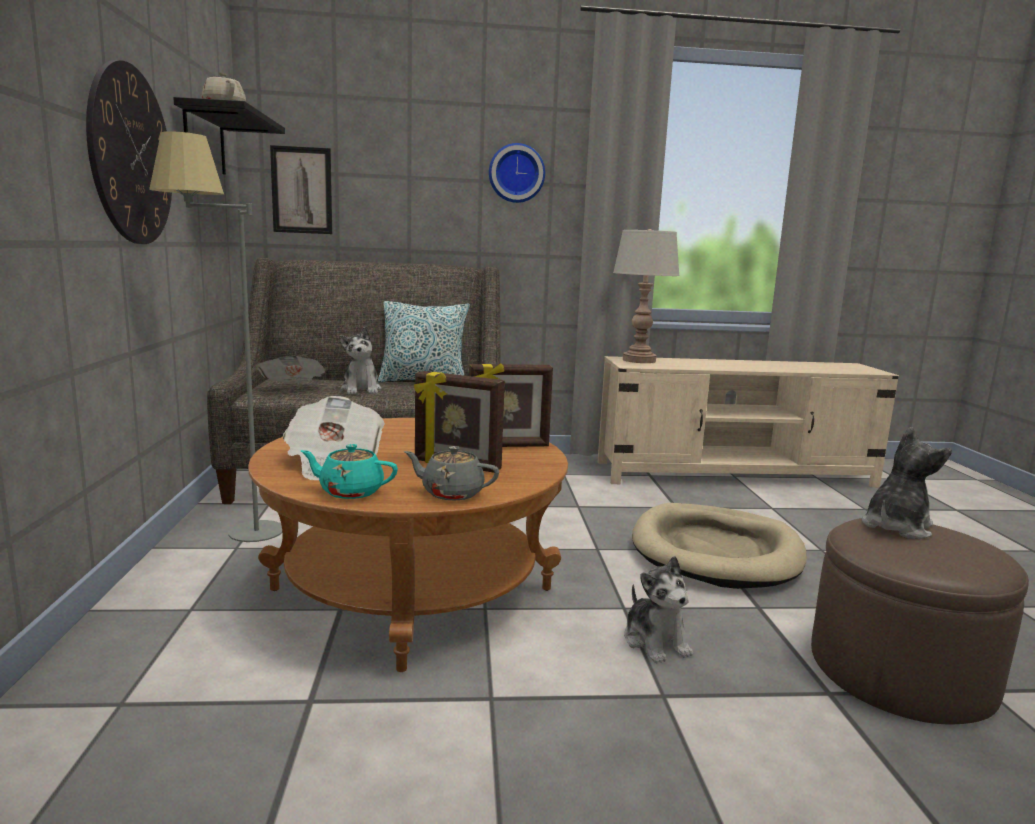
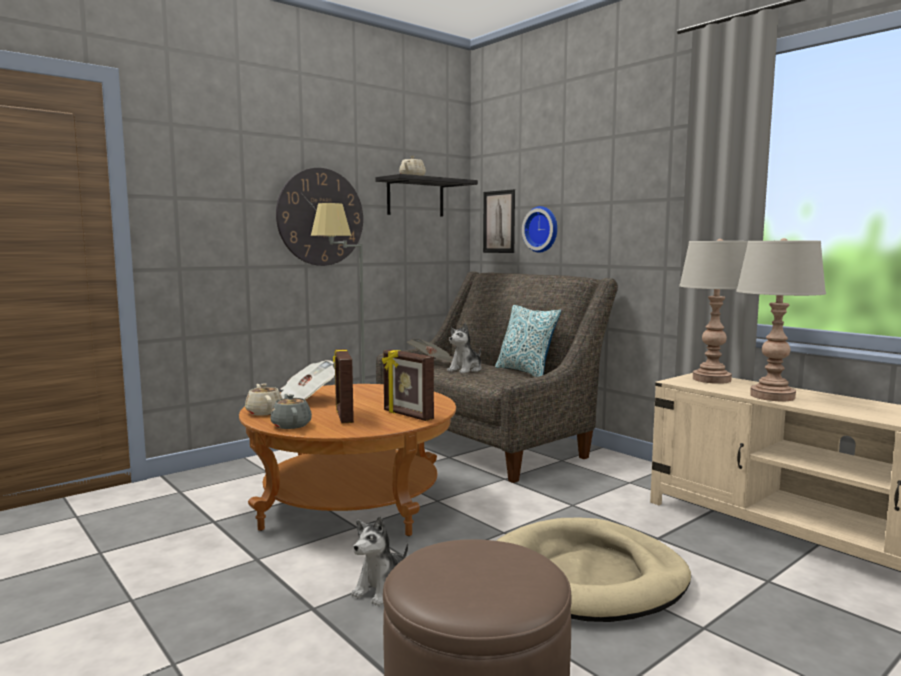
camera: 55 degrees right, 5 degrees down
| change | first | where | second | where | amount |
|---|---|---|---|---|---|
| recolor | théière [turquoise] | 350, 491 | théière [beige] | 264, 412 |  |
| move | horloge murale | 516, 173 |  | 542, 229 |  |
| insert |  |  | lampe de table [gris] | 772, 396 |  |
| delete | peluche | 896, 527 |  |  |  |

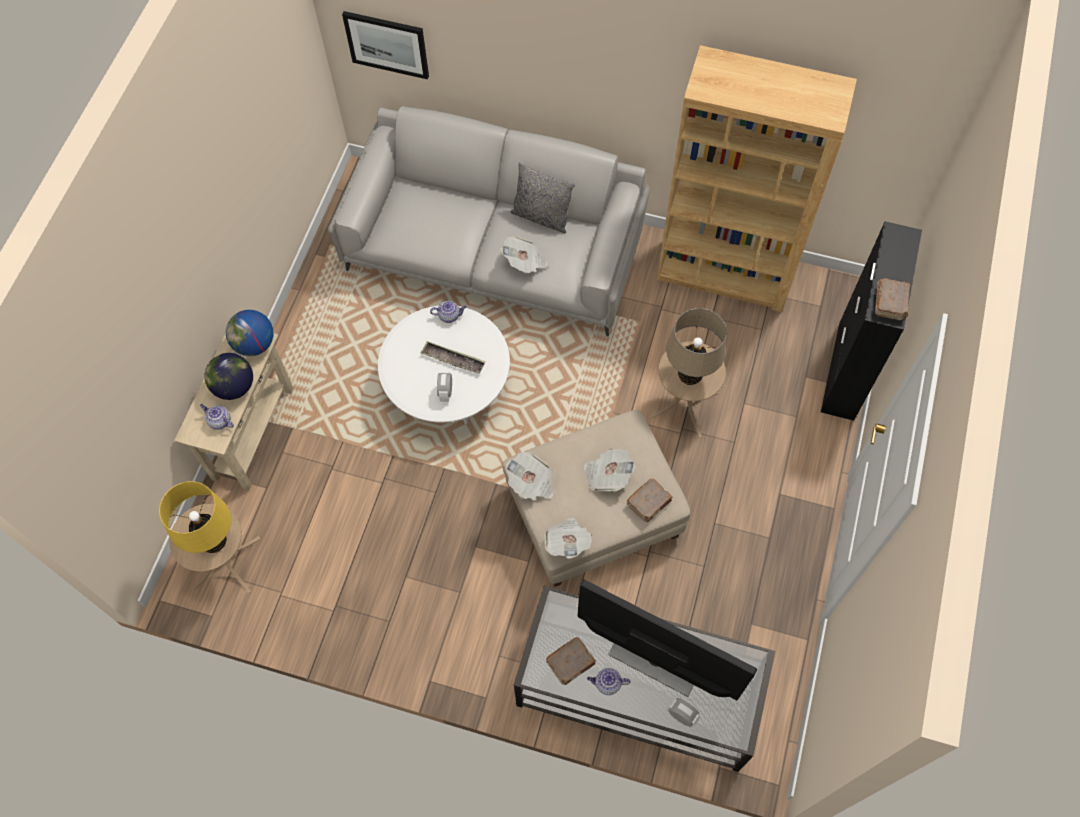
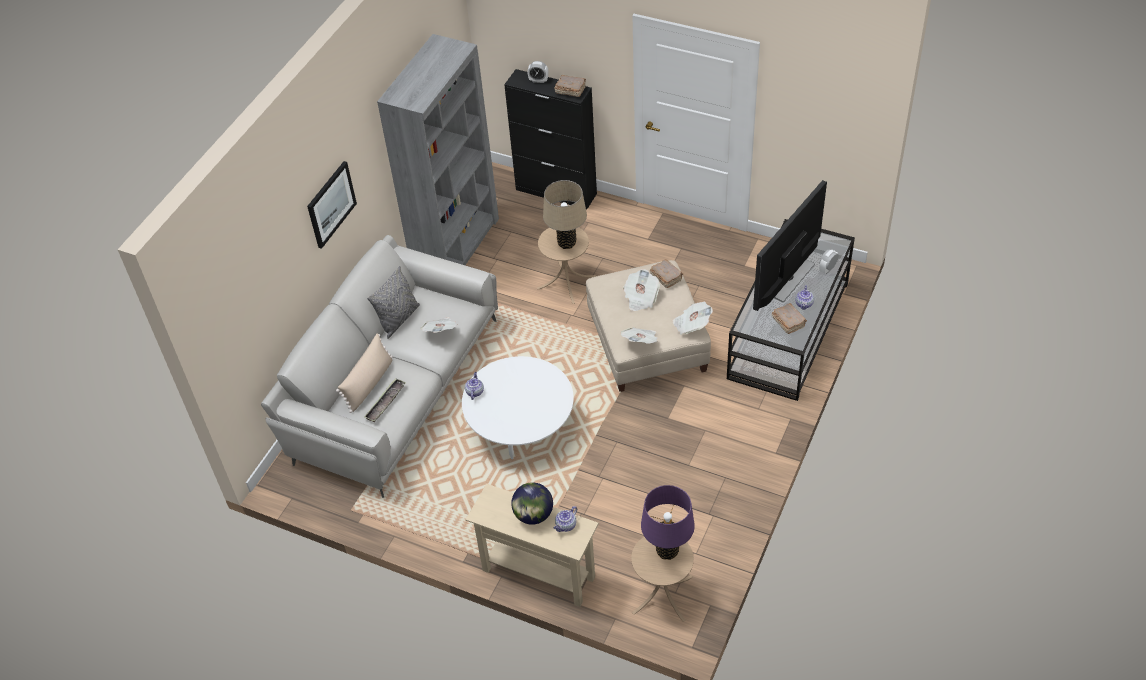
camera: 80 degrees left, 15 degrees down
| change | first | where | second | where | amount |
|---|---|---|---|---|---|
| move | tableau | 387, 44 |  | 331, 204 |  |
| insert |  |  | coussin [beige] | 369, 383 |  |
| move | plateau | 453, 359 |  | 385, 402 |  |
| recolor | bibliothèque [marron] | 725, 273 | bibliothèque [gris] | 456, 246 |  |
| move | réveil | 446, 392 |  | 538, 80 |  |
| recolor | lampe de table [jaune] | 214, 541 | lampe de table [violet] | 667, 551 |  |
| delete | globe | 255, 344 |  |  |  |

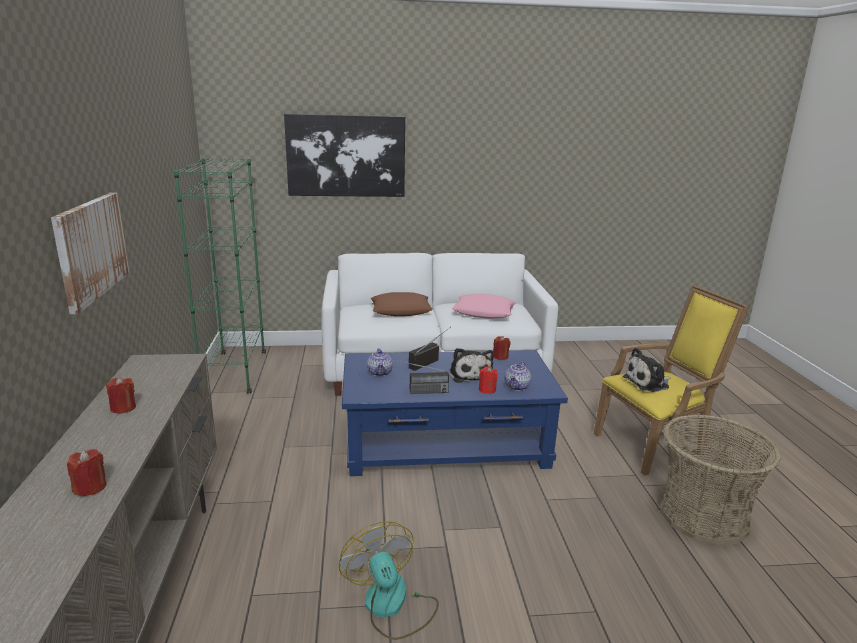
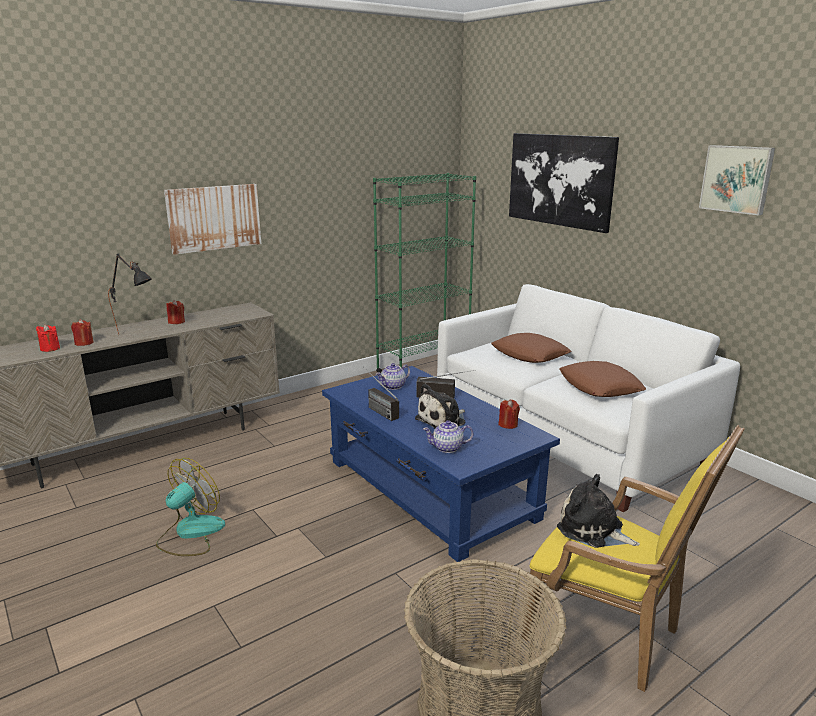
camera: 60 degrees right, 0 degrees up
| change | first | where | second | where | amount |
|---|---|---|---|---|---|
| move | bougie [rouge] | 487, 389 |  | 50, 348 |  |
| insert |  |  | lampe de table [noir] | 137, 336 |  |
| recolor | coussin [rose] | 484, 312 | coussin [marron] | 600, 386 |  |
| insert |  |  | tableau | 737, 179 |  |

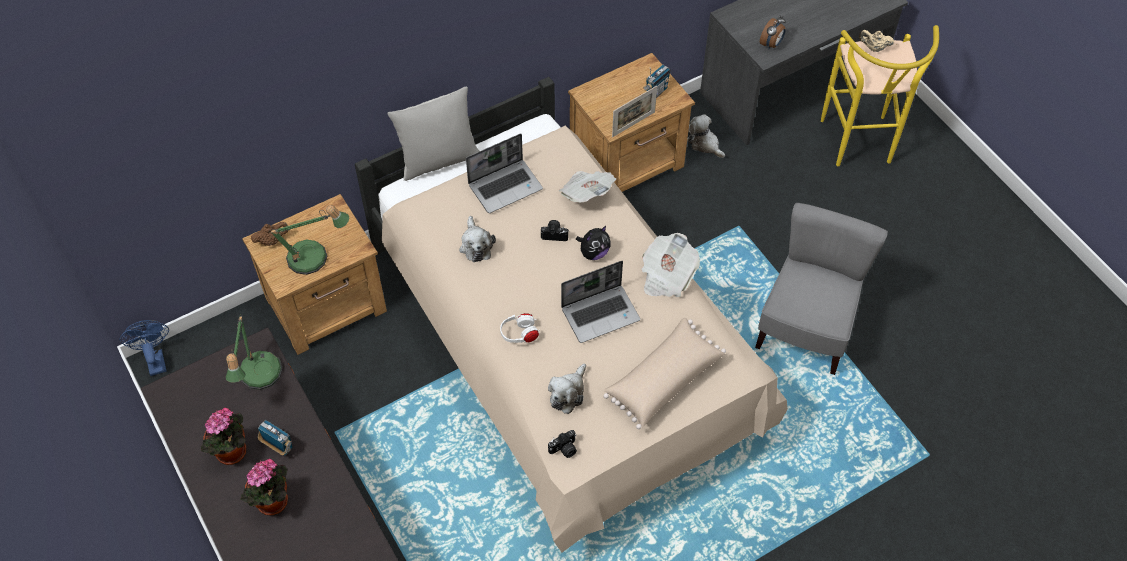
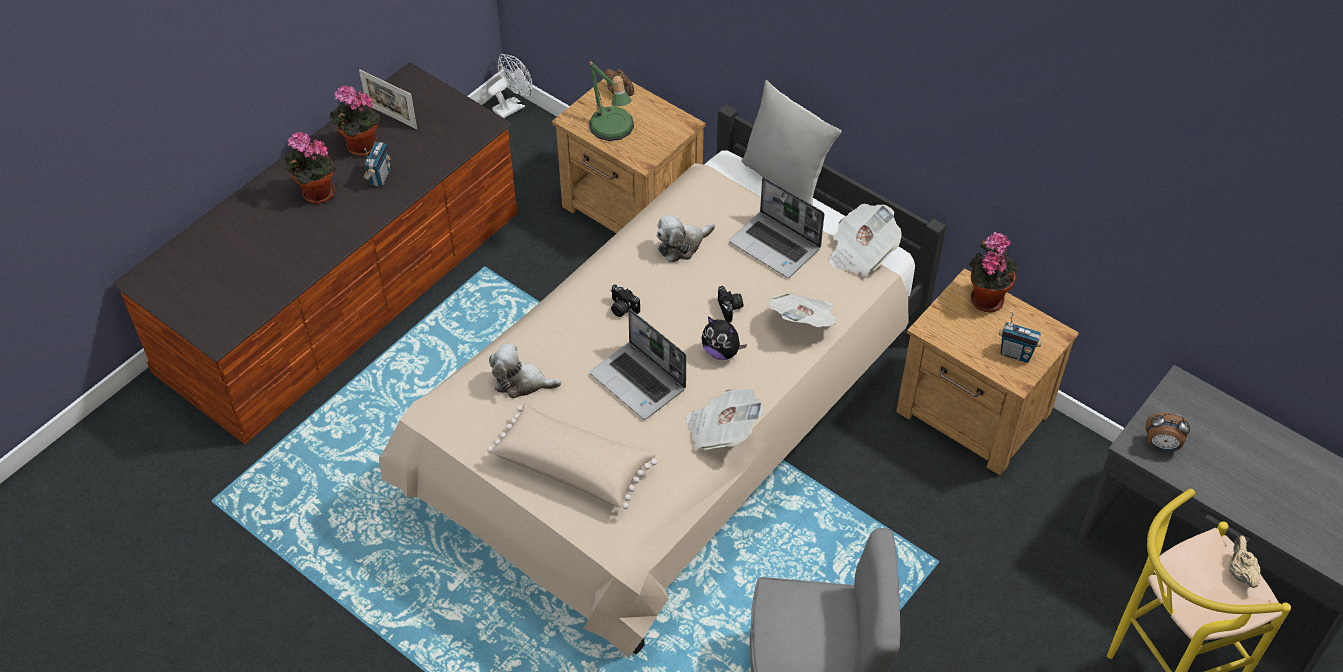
camera: 70 degrees right, 5 degrees down
| change | first | where | second | where | amount |
|---|---|---|---|---|---|
| move | cadre photo | 633, 124 |  | 391, 116 |  |
| recolor | ventilateur [bleu] | 155, 359 | ventilateur [blanc] | 512, 106 |  |
| move | appareil photo | 564, 449 |  | 622, 308 |  |
| insert |  |  | journal | 861, 252 |  |
| insert |  |  | plante en pot | 986, 297 |  |
| delete | lampe de table | 258, 378 |  |  |  |
| delete | casque audio [blanc] | 519, 334 |  |  |  |
| delete | peluche | 704, 144 |  |  |  |

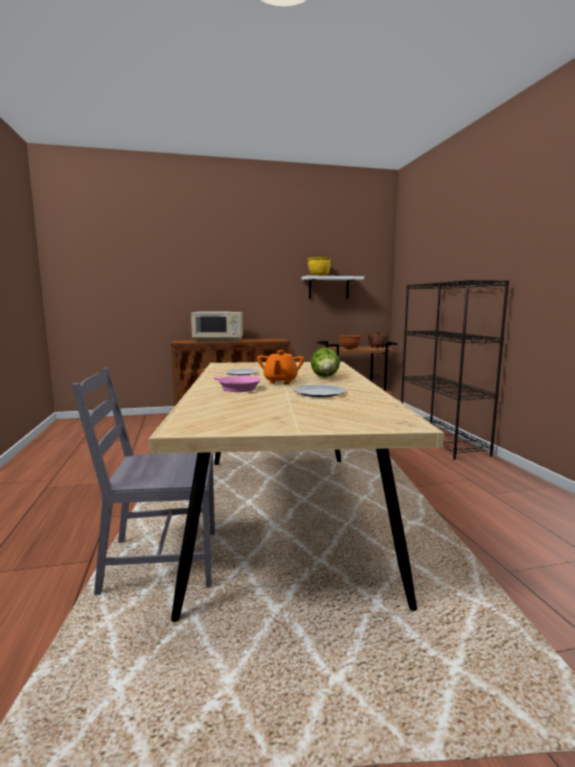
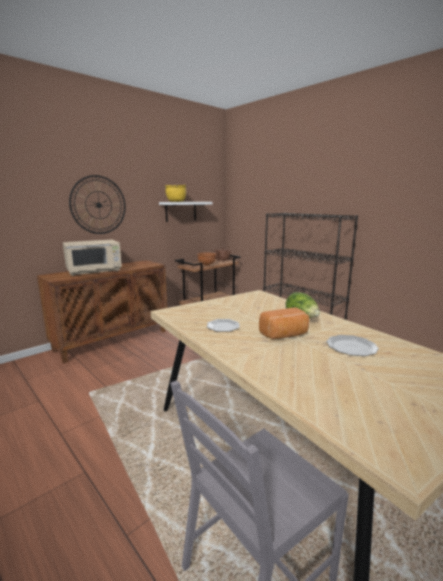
camera: 30 degrees left, 5 degrees up
| change | first | where | second | where | amount |
|---|---|---|---|---|---|
| insert |  |  | horloge murale | 98, 205 |  |
| replace | théière [orange] | 280, 382 | pain | 285, 335 |  |
| delete | poêle [rose] | 237, 388 |  |  |  |

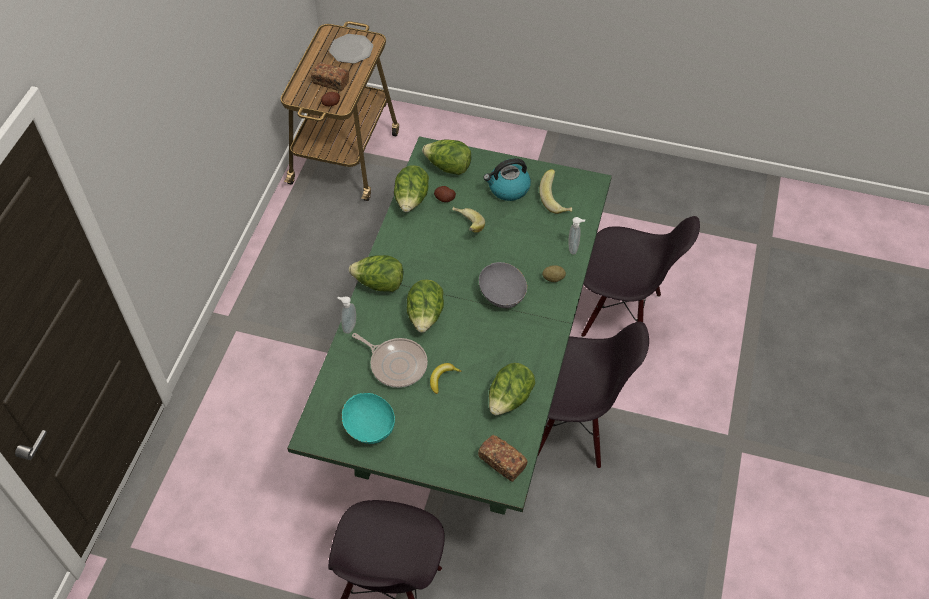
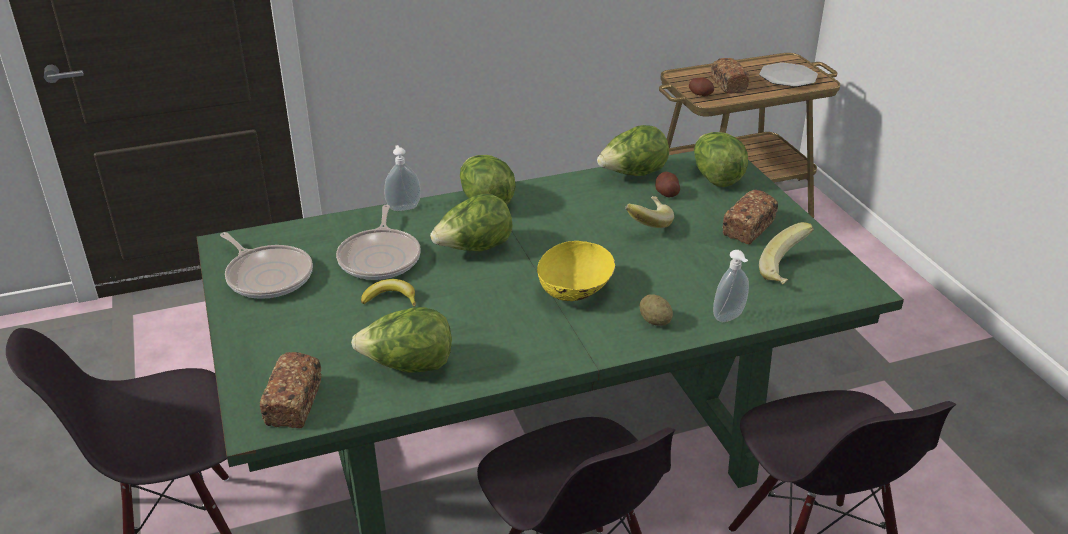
camera: 55 degrees right, 20 degrees down
| change | first | where | second | where | amount |
|---|---|---|---|---|---|
| replace | bol [turquoise] | 369, 427 | poêle | 268, 276 |  |
| recolor | bol [gris] | 502, 295 | bol [jaune] | 575, 291 |  |
| replace | bouilloire | 508, 188 | pain | 748, 228 |  |

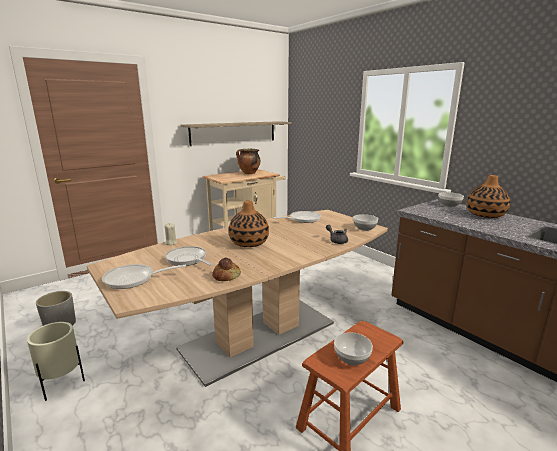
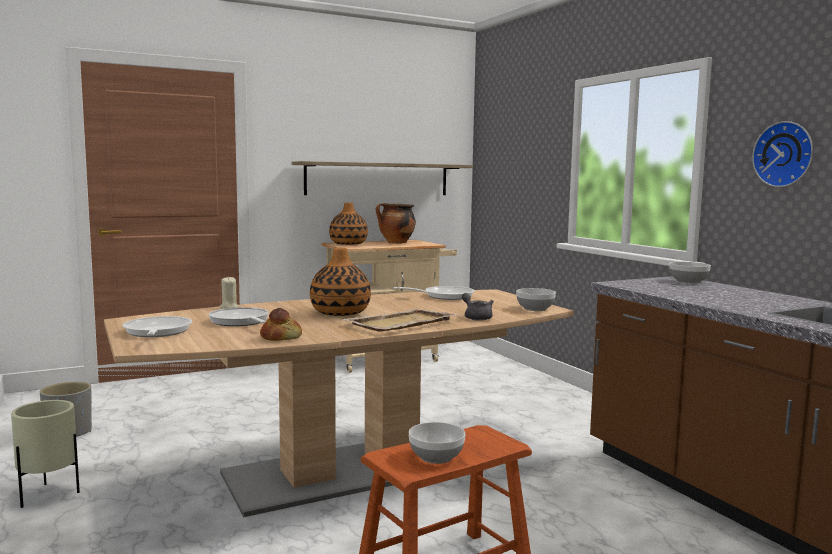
camera: 10 degrees right, 10 degrees down
| change | first | where | second | where | amount |
|---|---|---|---|---|---|
| rotate | poêle | 134, 279 |  | 156, 332 | 75 degrees clockwise |
| move | vase | 485, 215 |  | 348, 244 |  |
| insert |  |  | plateau [beige] | 400, 323 |  |
| insert |  |  | horloge murale | 785, 154 |  |

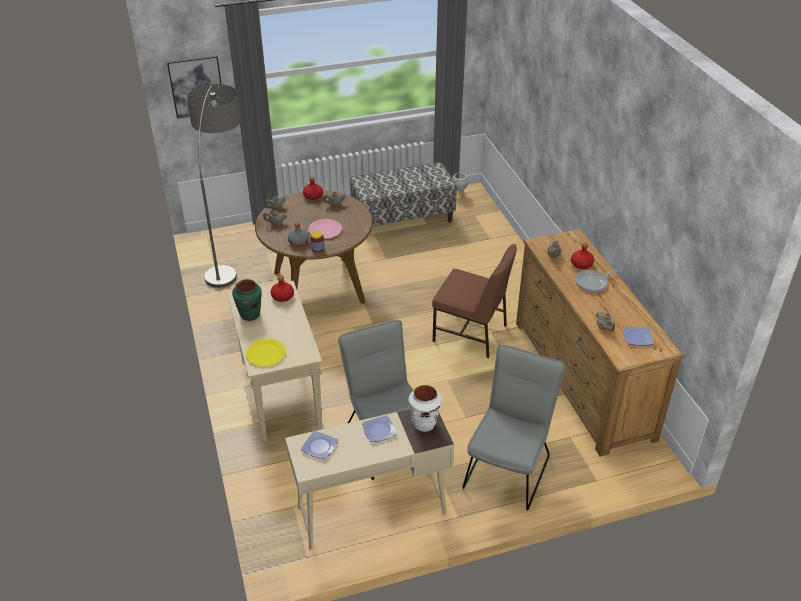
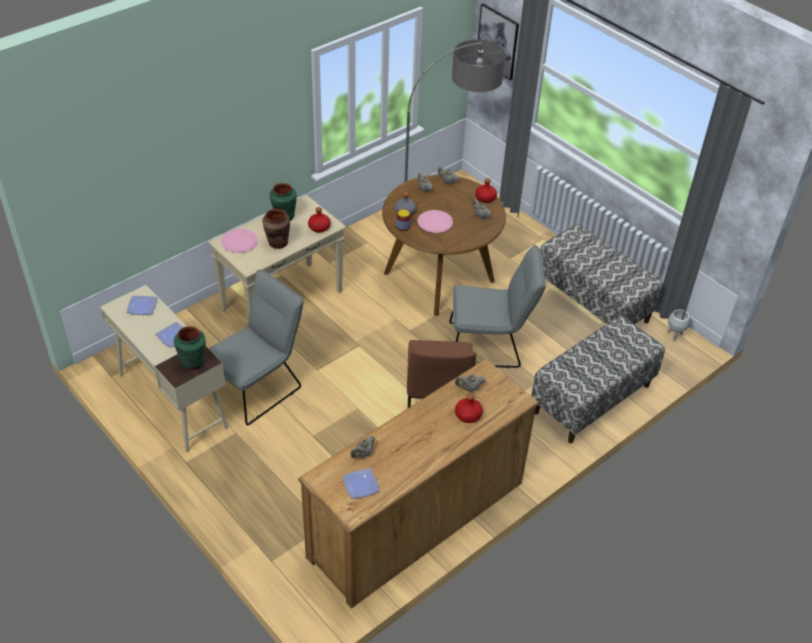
camera: 65 degrees right, 5 degrees up
| change | first | where | second | where | amount |
|---|---|---|---|---|---|
| recolor | vase [blanc] | 424, 423 | vase [vert] | 193, 362 |  |
| recolor | assiette [jaune] | 266, 353 | assiette [rose] | 239, 242 |  |
| insert |  |  | vase [marron] | 278, 243 |  |
| move | chaise [gris] | 509, 467 |  | 490, 345 |  |
| insert |  |  | banc | 592, 399 |  |
| delete | poêle | 593, 282 |  |  |  |

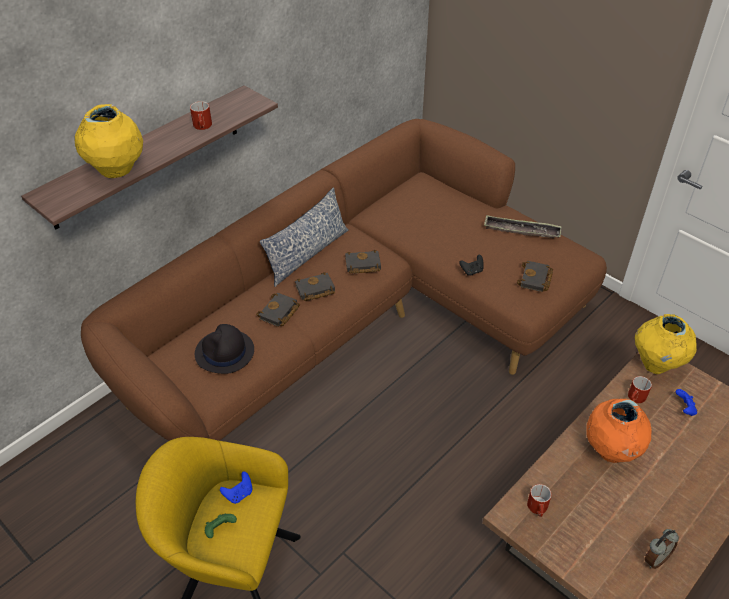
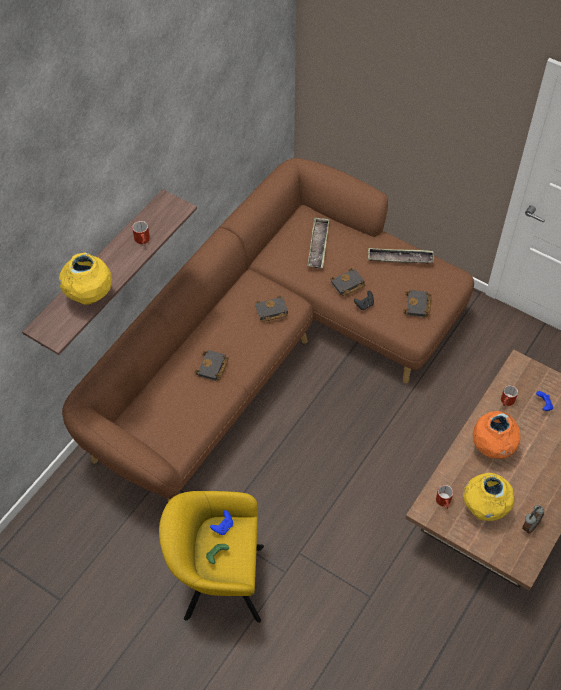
camera: 10 degrees left, 10 degrees up
| change | first | where | second | where | amount |
|---|---|---|---|---|---|
| insert |  |  | plateau | 318, 245 |  |
| move | livre [noir] | 314, 290 |  | 347, 285 |  |
| move | vase [jaune] | 656, 364 |  | 483, 509 |  |
| delete | chapeau [noir] | 224, 353 |  |  |  |
| delete | coussin | 307, 254 |  |  |  |

